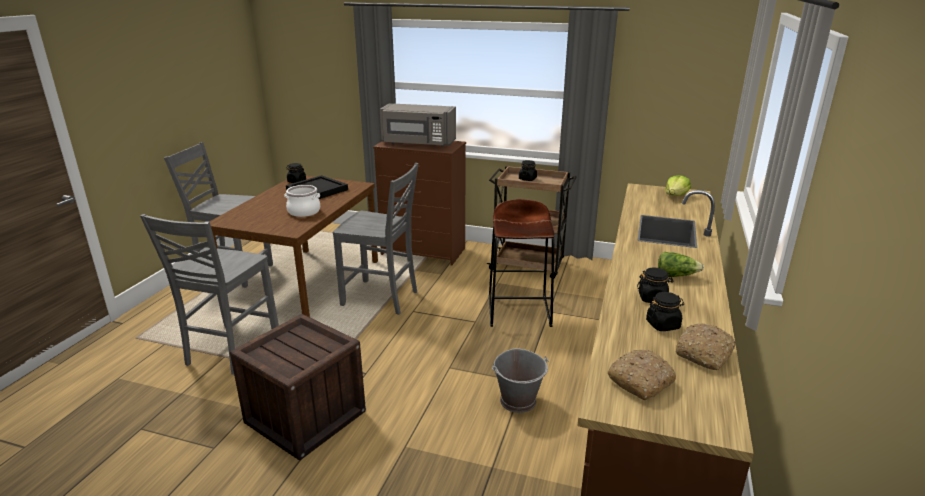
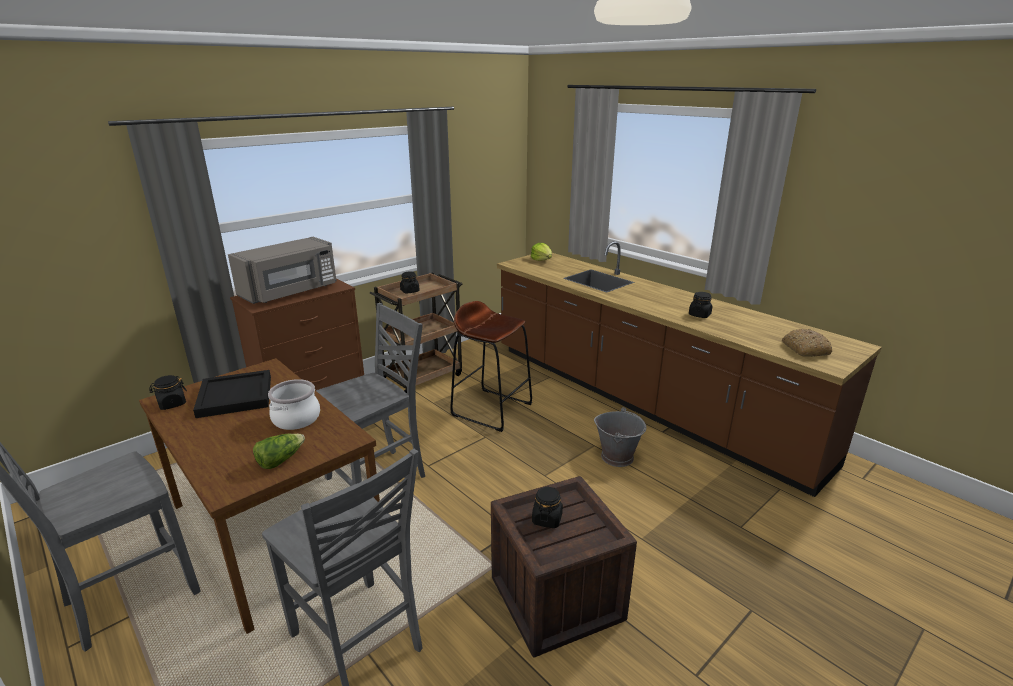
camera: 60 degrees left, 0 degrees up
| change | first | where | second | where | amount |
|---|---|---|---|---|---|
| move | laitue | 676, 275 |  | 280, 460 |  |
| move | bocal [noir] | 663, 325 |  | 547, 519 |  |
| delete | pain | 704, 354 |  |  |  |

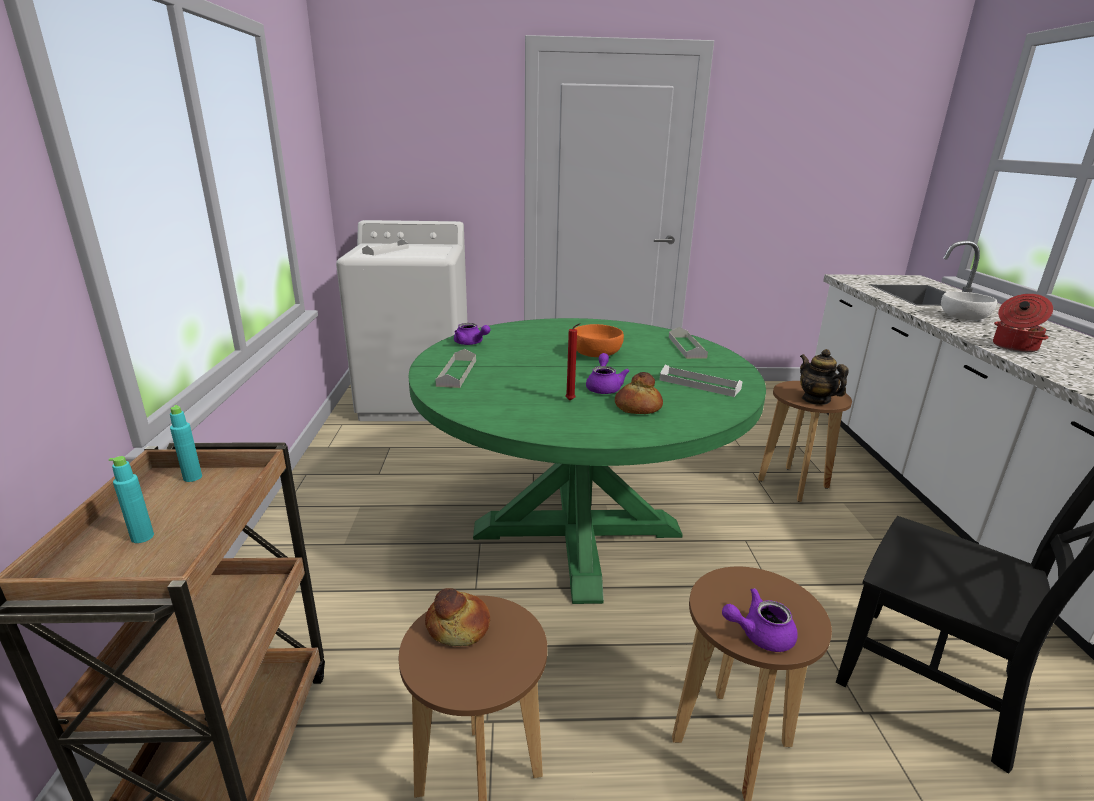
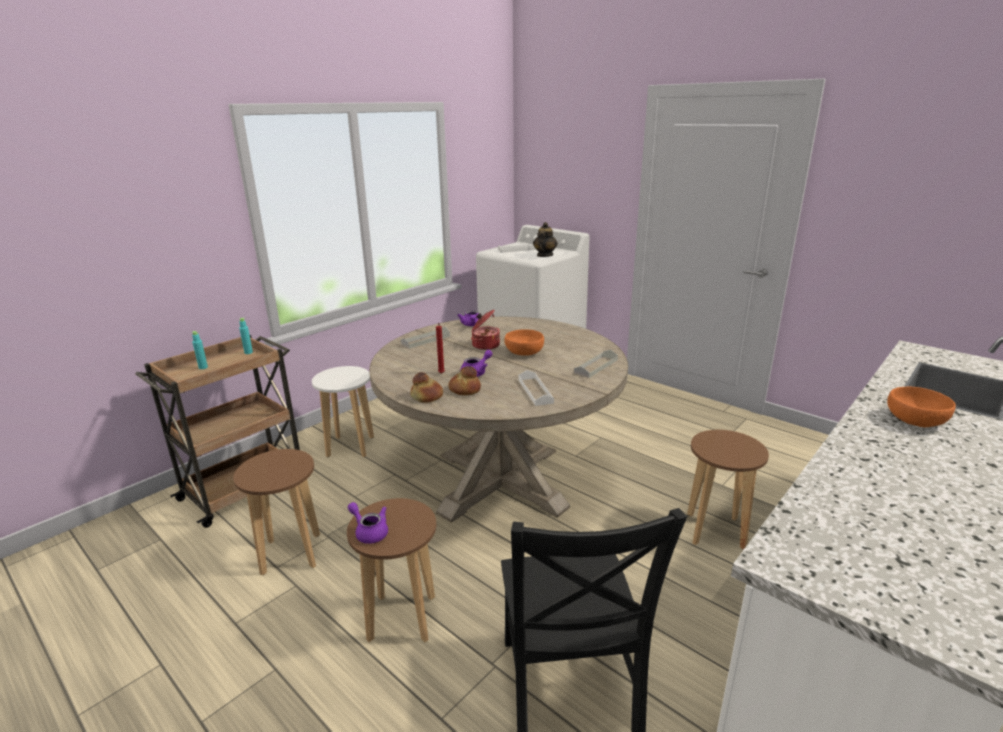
camera: 45 degrees right, 0 degrees up
| change | first | where | second | where | amount |
|---|---|---|---|---|---|
| insert |  |  | tabouret [blanc] | 350, 447 |  |
| recolor | table à manger [vert] | 577, 530 | table à manger [beige] | 500, 480 |  |
| move | pain | 459, 626 |  | 427, 396 |  |
| move | marmite | 1013, 347 |  | 485, 345 |  |
| move | théière | 816, 400 |  | 544, 255 |  |
| recolor | bol [blanc] | 963, 317 | bol [orange] | 915, 420 |  |

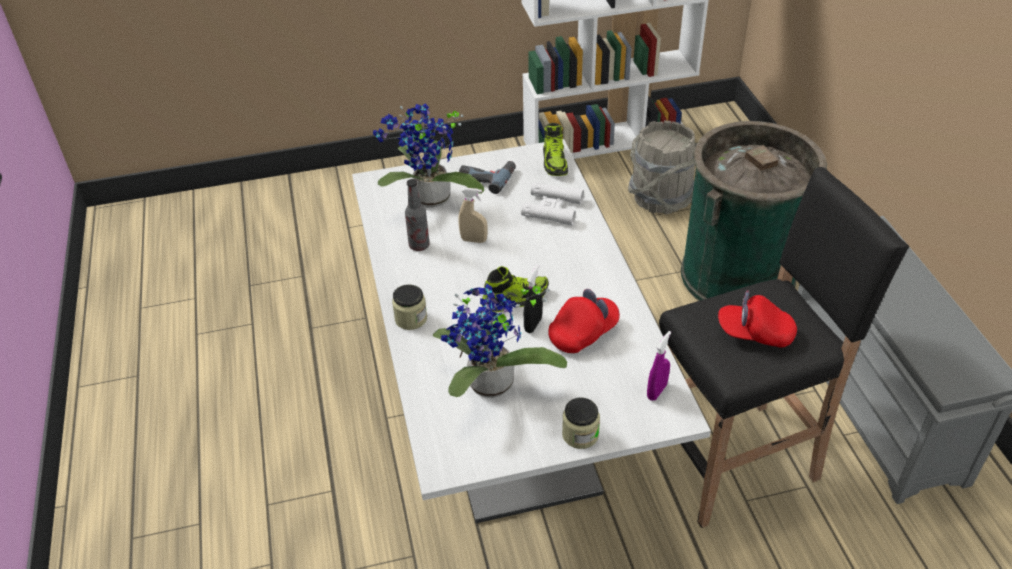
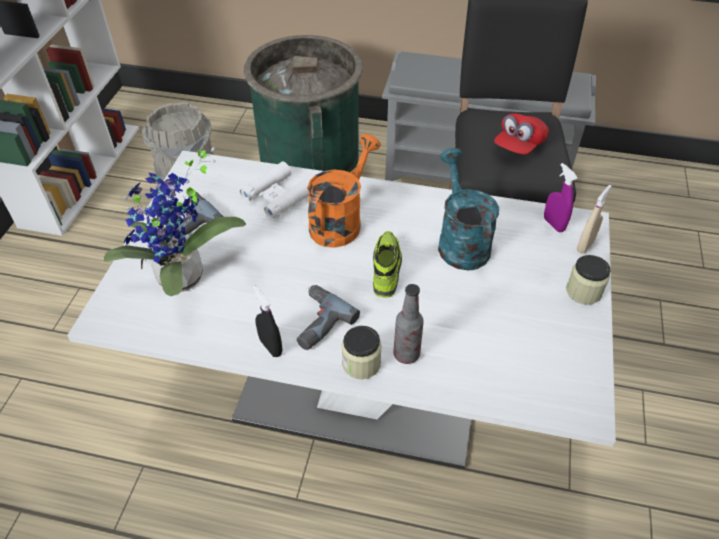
camera: 65 degrees left, 5 degrees up
| change | first | where | second | where | amount |
|---|---|---|---|---|---|
| move | vaporisateur [noir] | 533, 324 |  | 270, 347 |  |
| insert |  |  | perceuse | 316, 322 |  |
| insert |  |  | arrosoir [orange] | 340, 221 |  |
| move | bouteille | 419, 245 |  | 406, 354 |  |
| replace | casquette [rouge] | 583, 333 | arrosoir [turquoise] | 460, 241 |  |
| move | vaporisateur [beige] | 474, 240 |  | 585, 245 |  |
| delete | plante en pot | 490, 388 |  |  |  |
| delete | chaussure | 555, 162 |  |  |  |

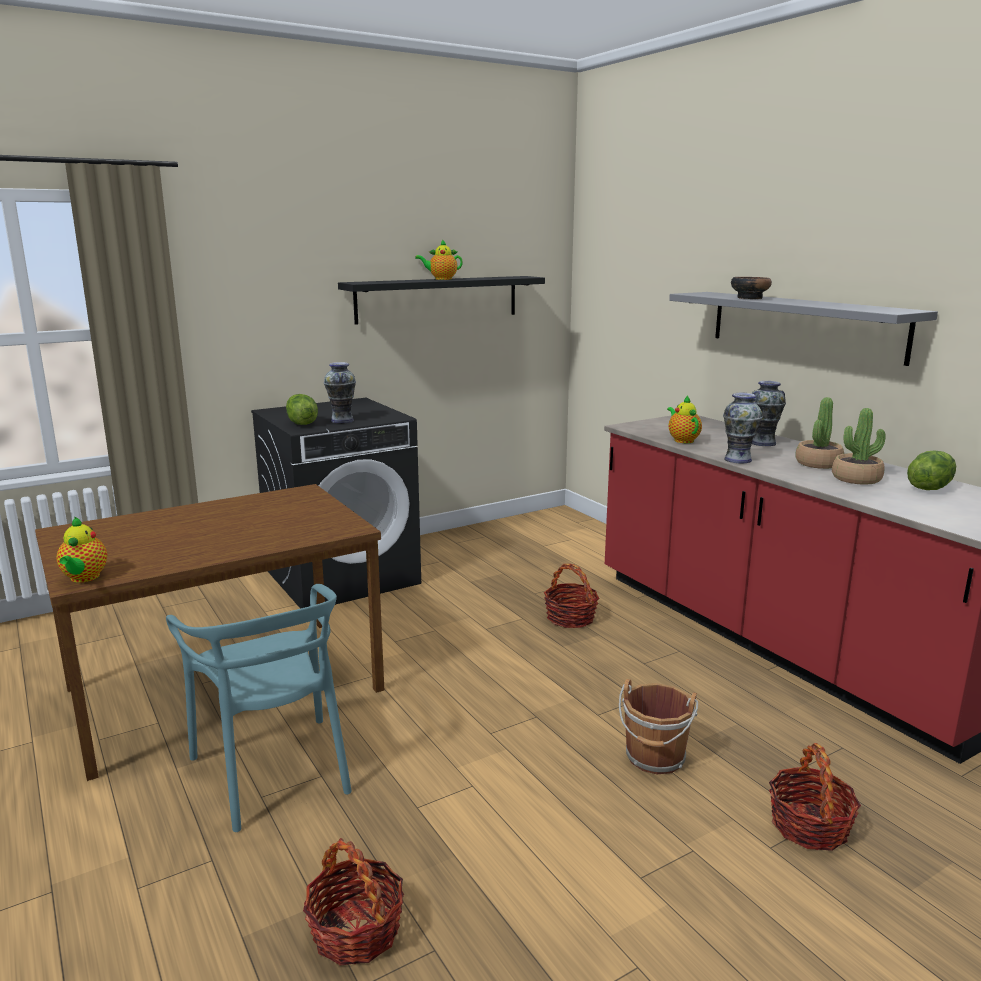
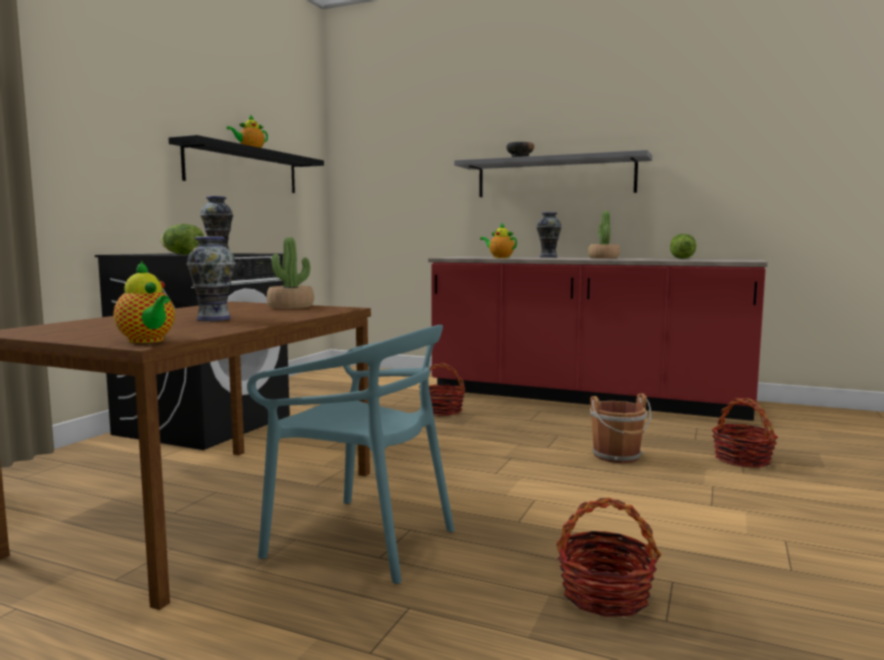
camera: 35 degrees left, 10 degrees down
| change | first | where | second | where | amount |
|---|---|---|---|---|---|
| move | vase | 737, 459 |  | 213, 319 |  |
| move | plante en pot | 856, 479 |  | 290, 307 |  |

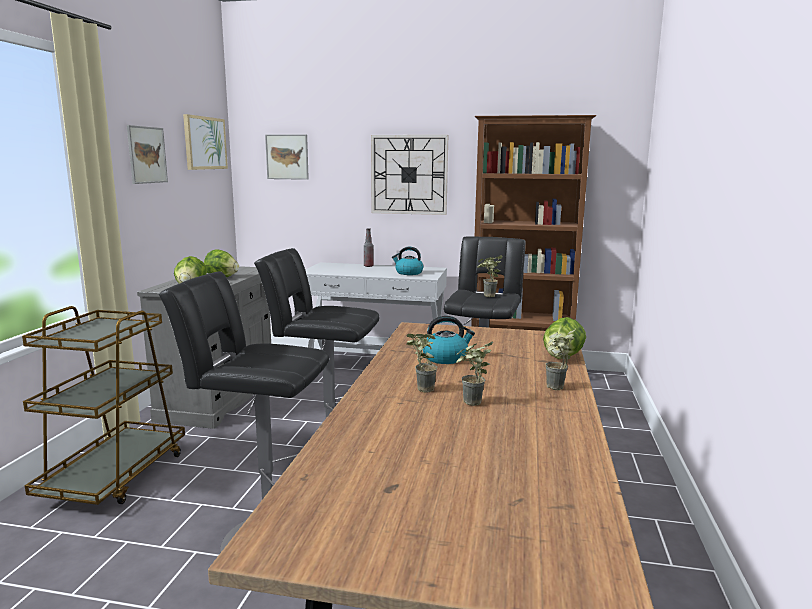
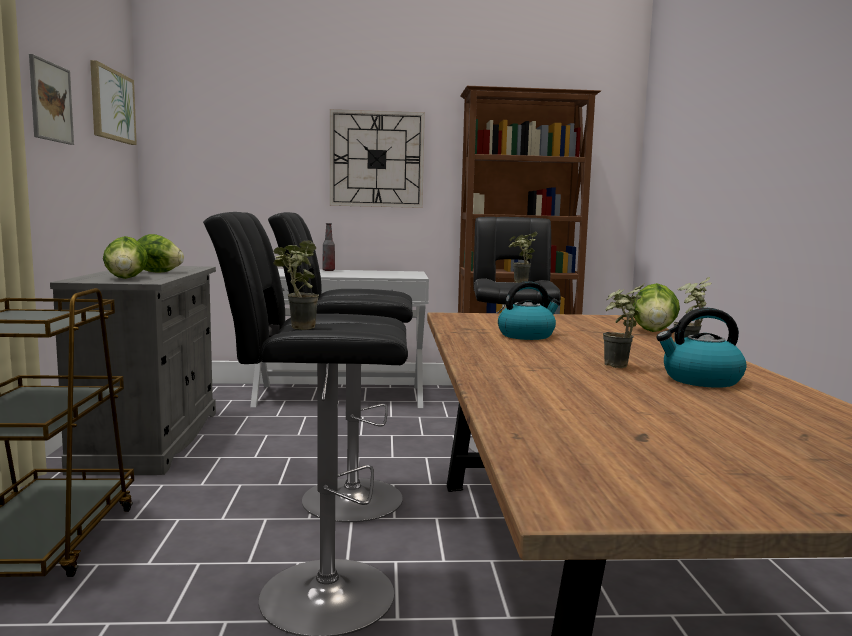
camera: 15 degrees left, 5 degrees down
| change | first | where | second | where | amount |
|---|---|---|---|---|---|
| move | plante en pot | 420, 389 |  | 295, 328 |  |
| move | bouilloire | 408, 273 |  | 700, 380 |  |
| delete | tableau | 287, 157 |  |  |  |

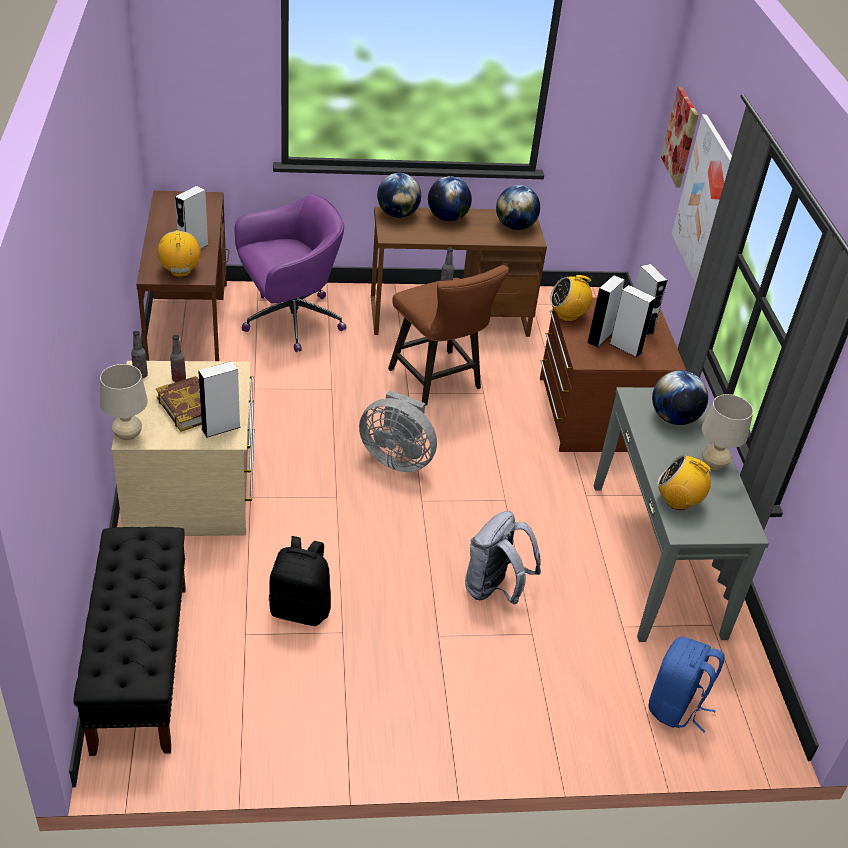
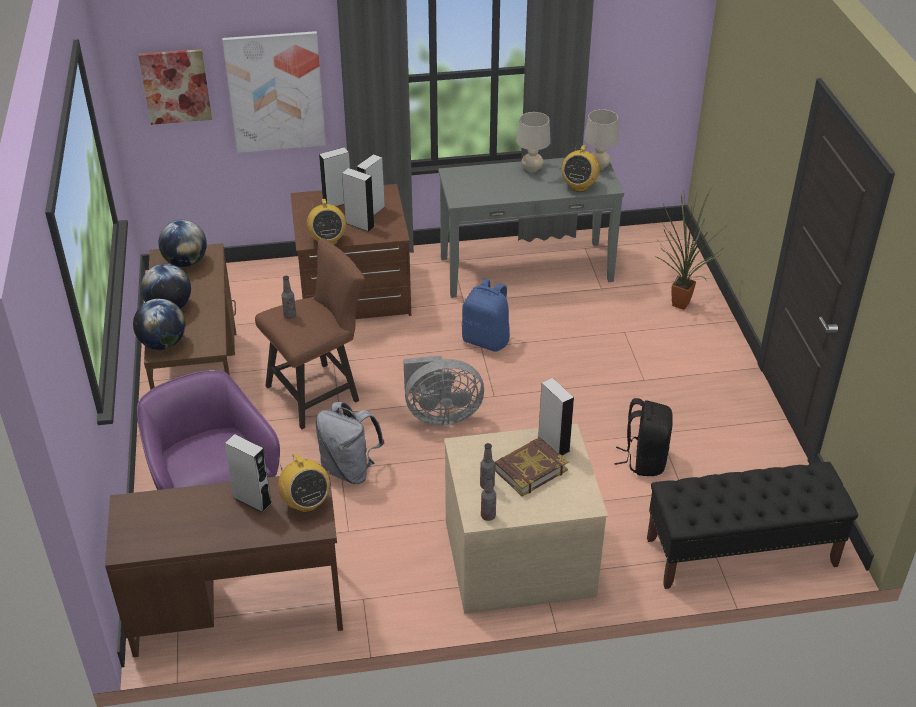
camera: 90 degrees left, 0 degrees up
| change | first | where | second | where | amount |
|---|---|---|---|---|---|
| rotate | radio | 180, 271 |  | 305, 503 | 105 degrees counterclockwise |
| move | sac à dos [gris] | 495, 589 |  | 349, 470 |  |
| rotate | ventilateur [gris] | 397, 458 |  | 440, 414 | 60 degrees clockwise |
| move | sac à dos [bleu] | 676, 706 |  | 486, 340 |  |
| move | lampe de table [beige] | 128, 435 |  | 598, 166 |  |
| insert |  |  | plante en pot | 678, 306 |  |
| delete | globe | 673, 418 |  |  |  |

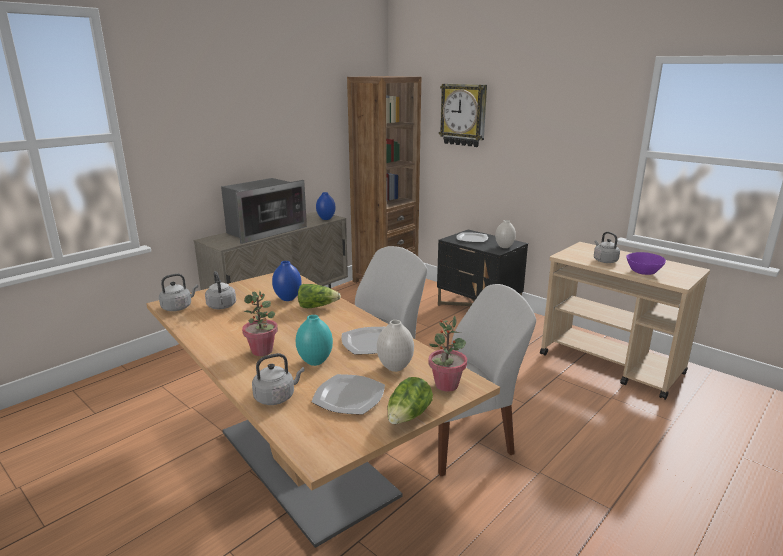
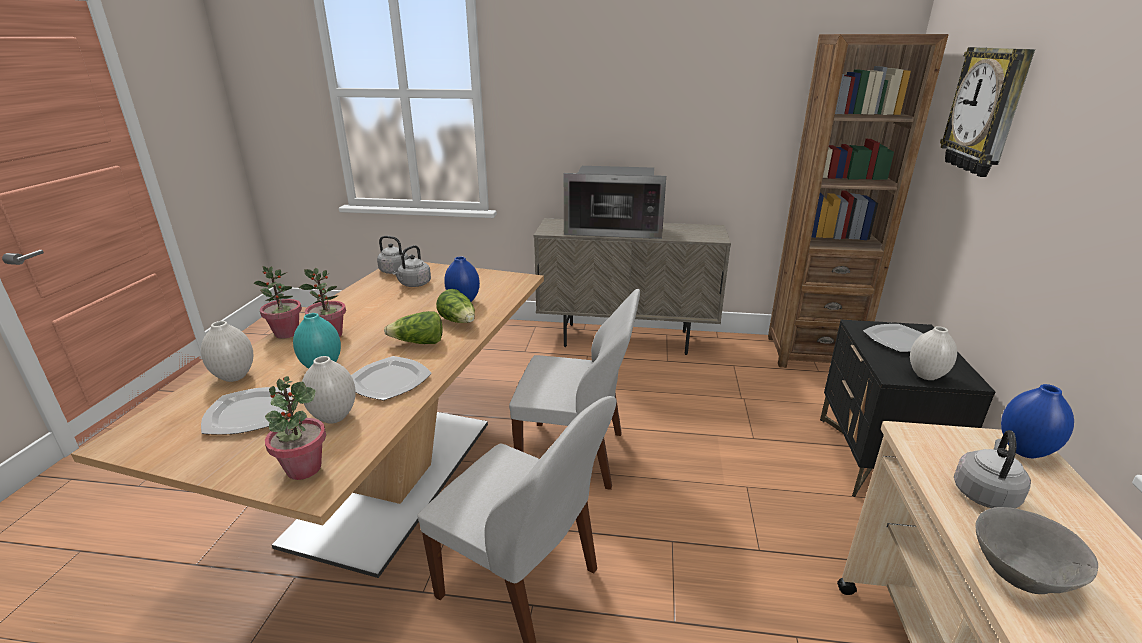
camera: 55 degrees right, 5 degrees up
| change | first | where | second | where | amount |
|---|---|---|---|---|---|
| replace | bouilloire [gris] | 276, 397 | vase [blanc] | 235, 376 |  |
| insert |  |  | plante en pot | 286, 333 |  |
| move | laitue | 408, 417 |  | 418, 343 |  |
| recolor | bol [violet] | 642, 272 | bol [gris] | 1018, 571 |  |
| move | vase [bleu] | 326, 218 |  | 1024, 450 |  |

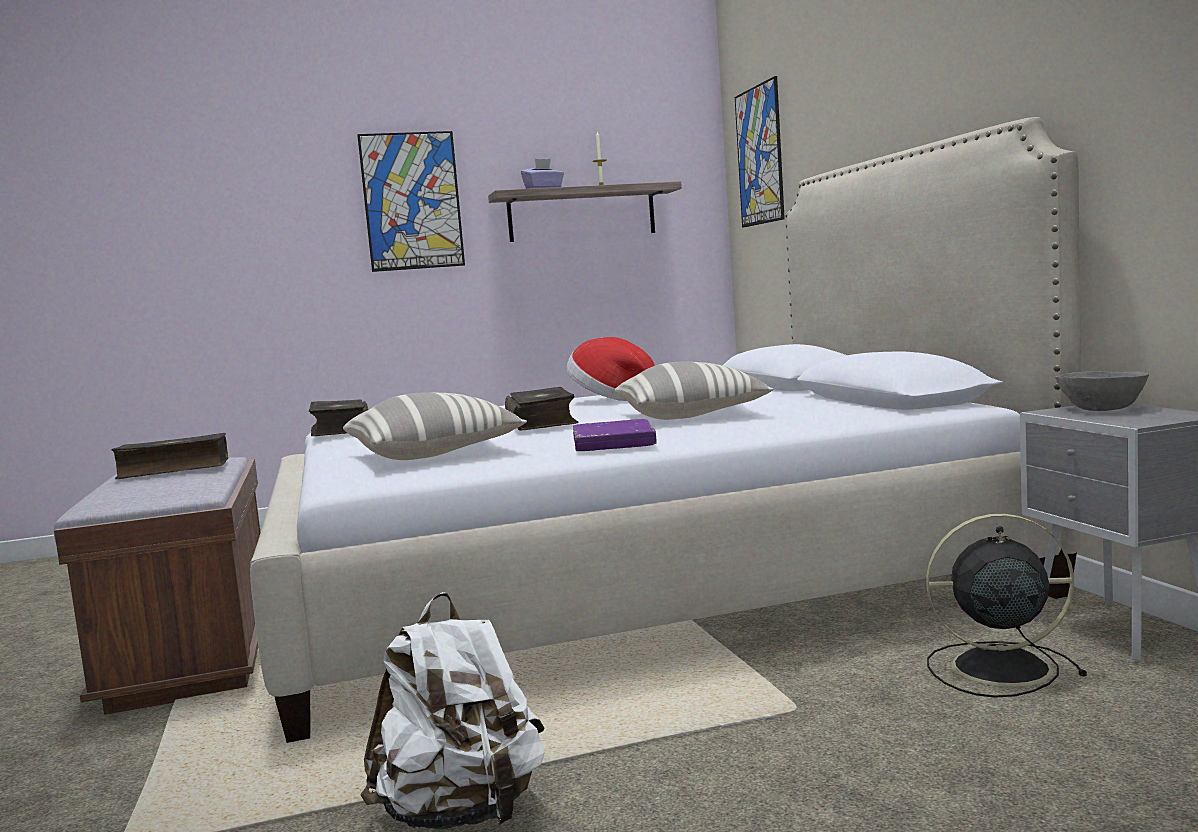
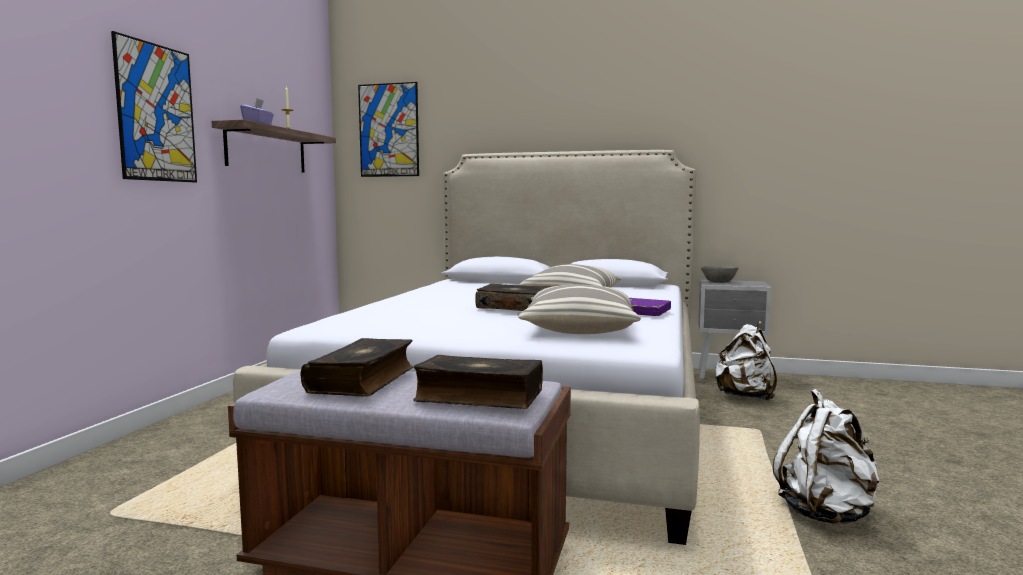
camera: 60 degrees left, 0 degrees up
| change | first | where | second | where | amount |
|---|---|---|---|---|---|
| move | livre | 340, 430 |  | 479, 396 |  |
| replace | ventilateur [noir] | 996, 668 | sac à dos [blanc] | 745, 397 |  |
| delete | chapeau | 612, 400 |  |  |  |

